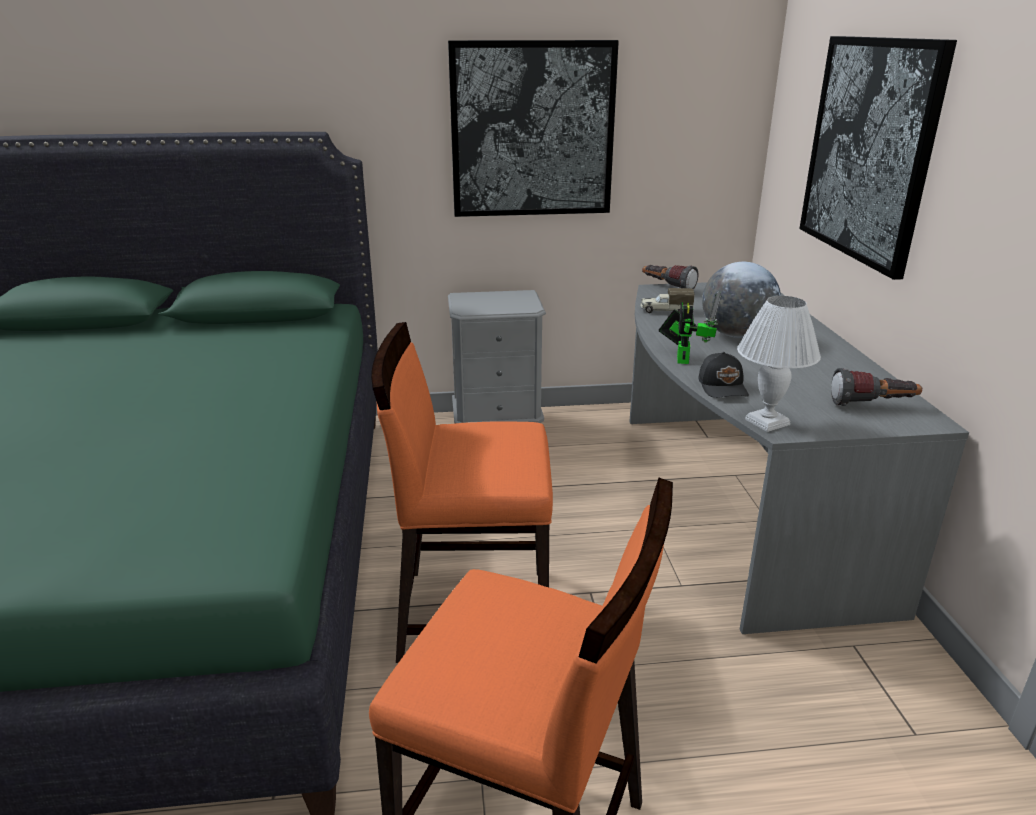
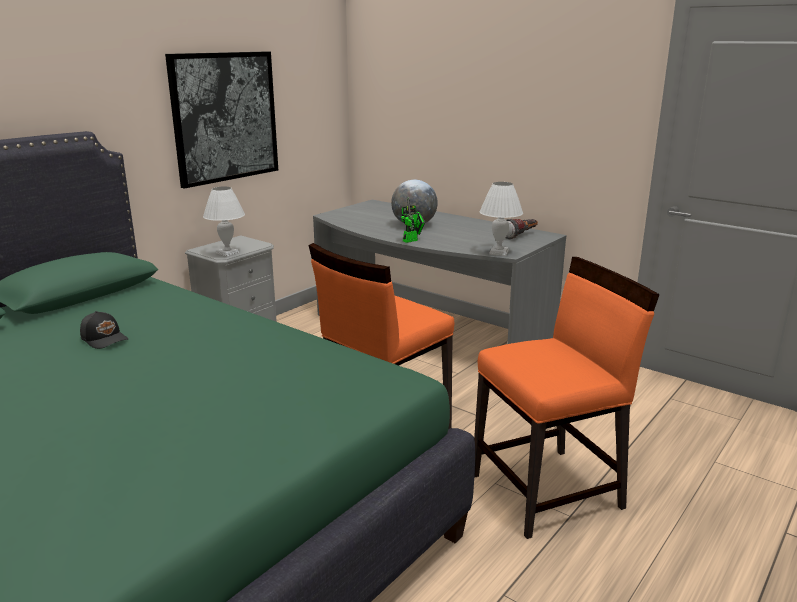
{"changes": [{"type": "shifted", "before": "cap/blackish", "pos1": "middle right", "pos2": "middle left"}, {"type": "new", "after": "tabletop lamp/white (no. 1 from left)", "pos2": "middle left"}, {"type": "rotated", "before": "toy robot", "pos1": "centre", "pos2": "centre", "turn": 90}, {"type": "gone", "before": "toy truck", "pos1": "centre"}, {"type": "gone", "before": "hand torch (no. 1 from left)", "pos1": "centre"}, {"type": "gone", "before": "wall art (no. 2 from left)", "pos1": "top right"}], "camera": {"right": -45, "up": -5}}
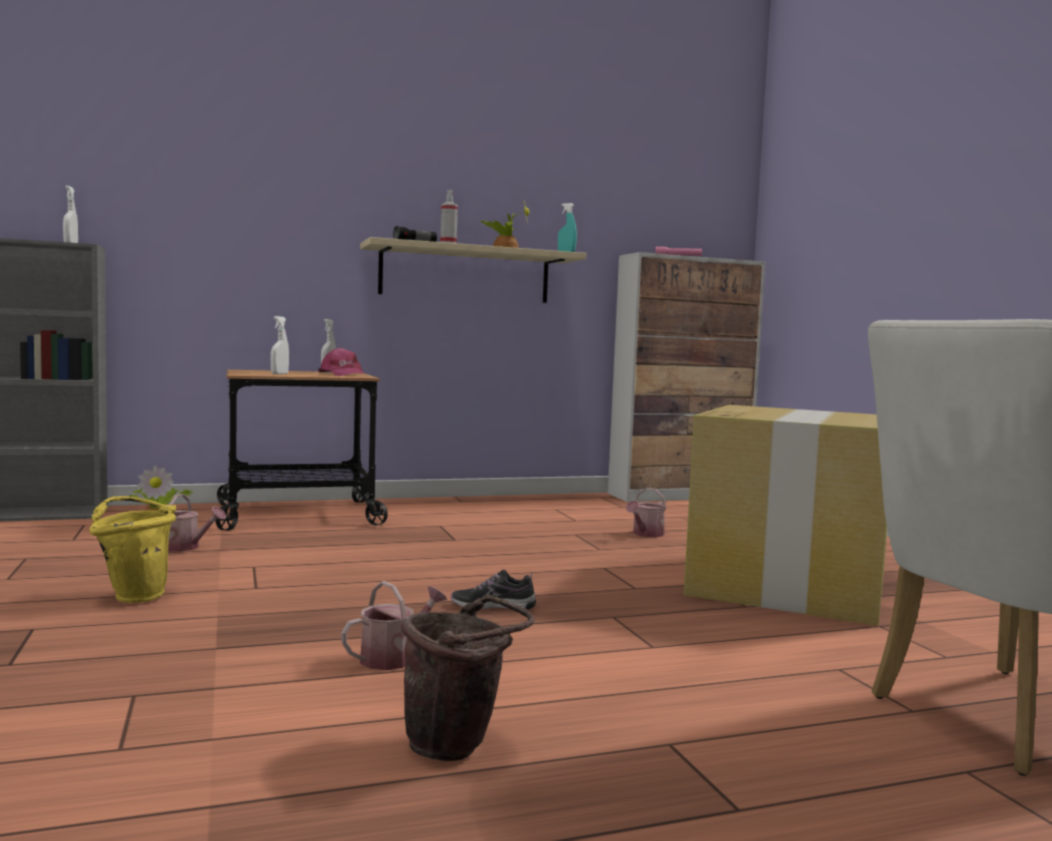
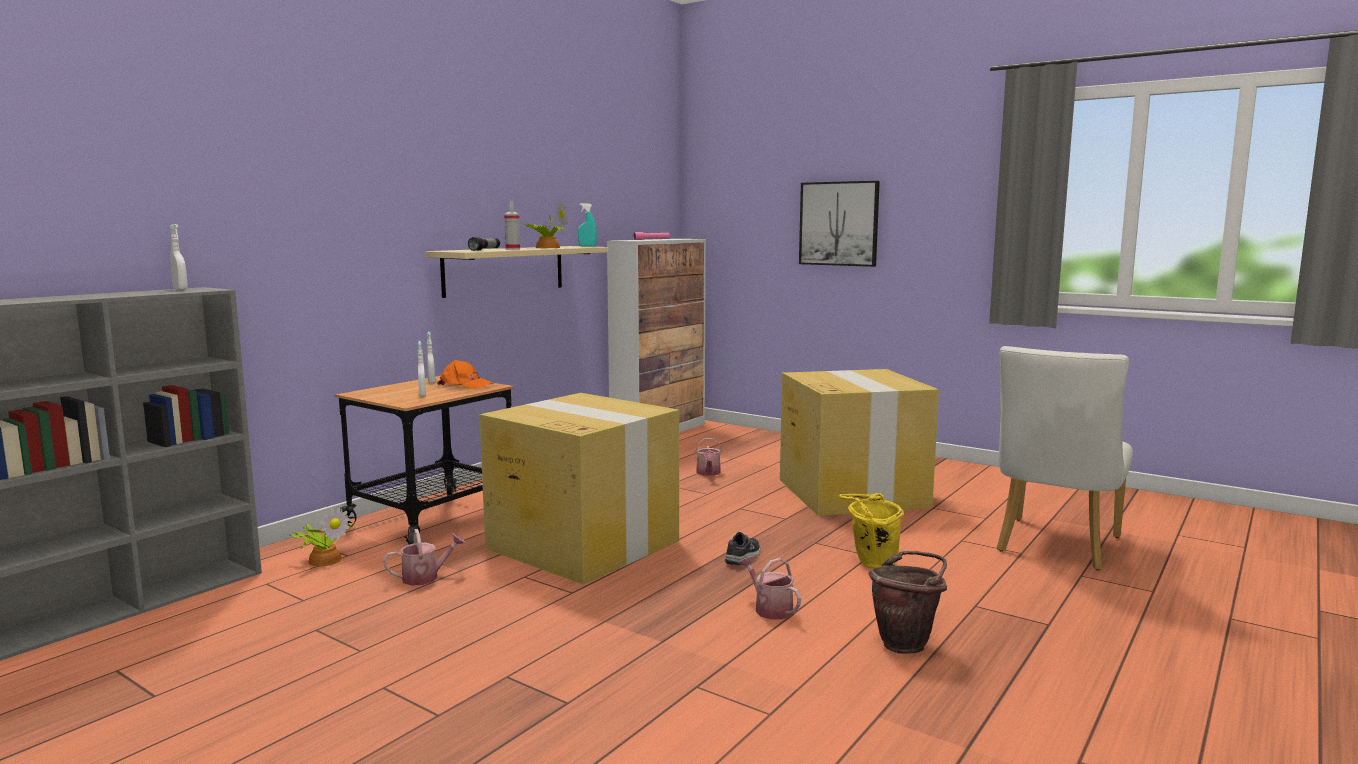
{"changes": [{"type": "repainted", "before": "cap/pinkish", "after": "cap/orange", "pos1": "middle left", "pos2": "centre"}, {"type": "new", "after": "packing box (no. 1 from left)", "pos2": "centre"}, {"type": "rotated", "before": "item of footwear", "pos1": "bottom centre", "pos2": "bottom centre", "turn": 150}, {"type": "rotated", "before": "watering can (no. 2 from left in the first image)", "pos1": "bottom centre", "pos2": "bottom centre", "turn": -45}, {"type": "new", "after": "wall art", "pos2": "top centre"}, {"type": "shifted", "before": "water bucket/yellow-coloured", "pos1": "middle left", "pos2": "bottom centre"}], "camera": {"right": -35, "up": 5}}
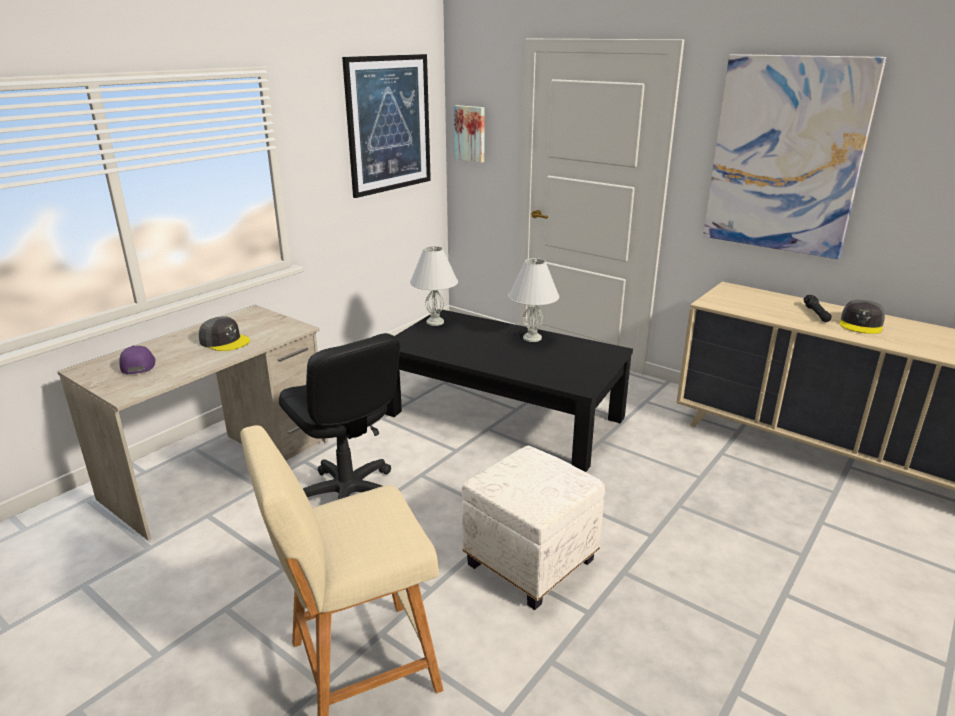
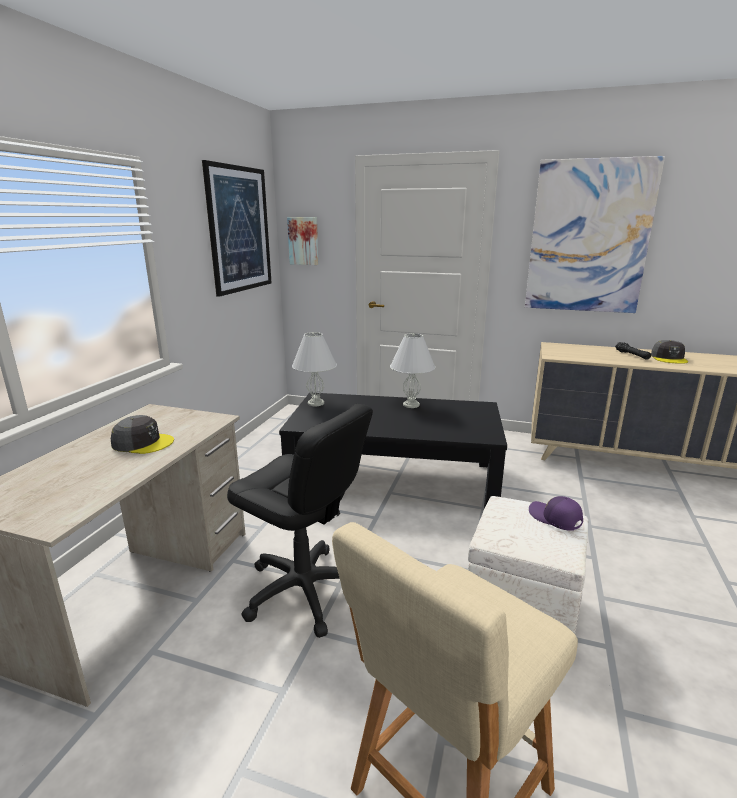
{"changes": [{"type": "shifted", "before": "cap/purple-coloured", "pos1": "middle left", "pos2": "middle right"}], "camera": {"right": -20, "up": -5}}
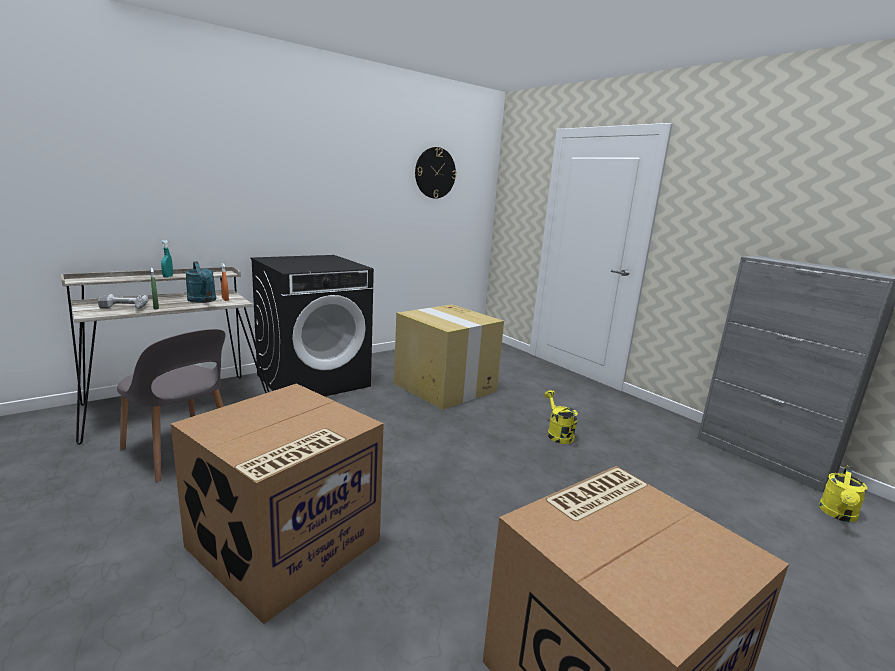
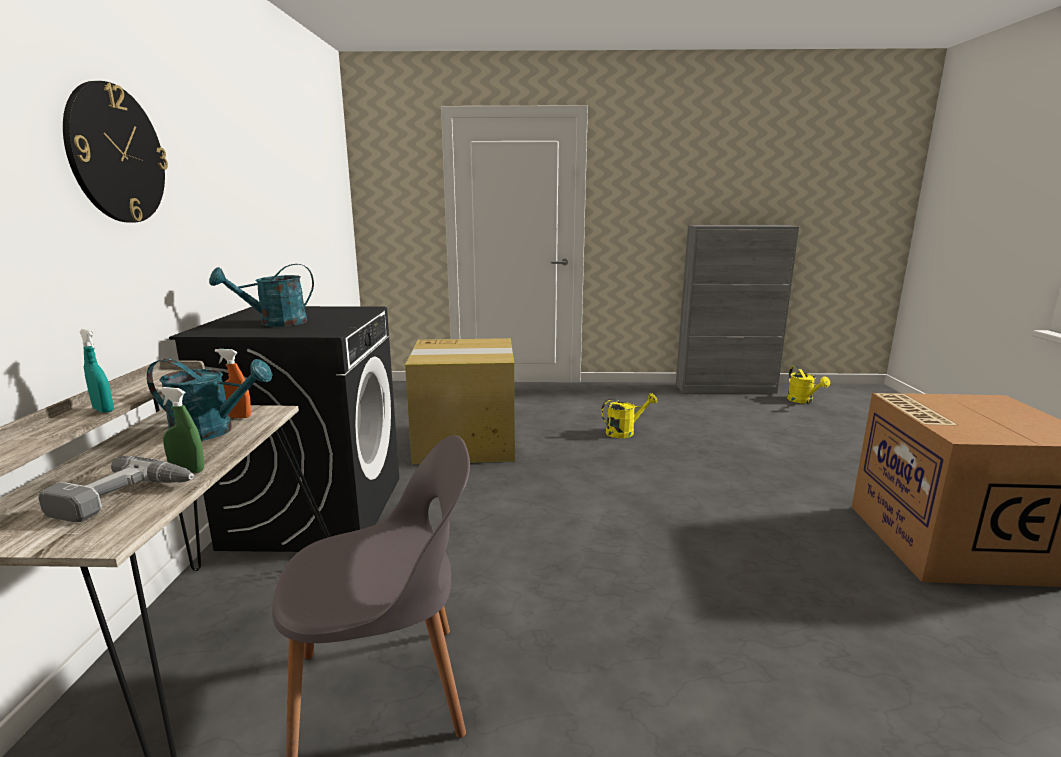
{"changes": [{"type": "shifted", "before": "hanging clock", "pos1": "top centre", "pos2": "top left"}, {"type": "new", "after": "watering can/blue-green (no. 2 from left)", "pos2": "middle left"}, {"type": "rotated", "before": "watering can/yellow-coloured (no. 1 from left)", "pos1": "centre", "pos2": "centre", "turn": 135}, {"type": "gone", "before": "packing box (no. 1 from left)", "pos1": "bottom left"}], "camera": {"right": -50, "up": 0}}
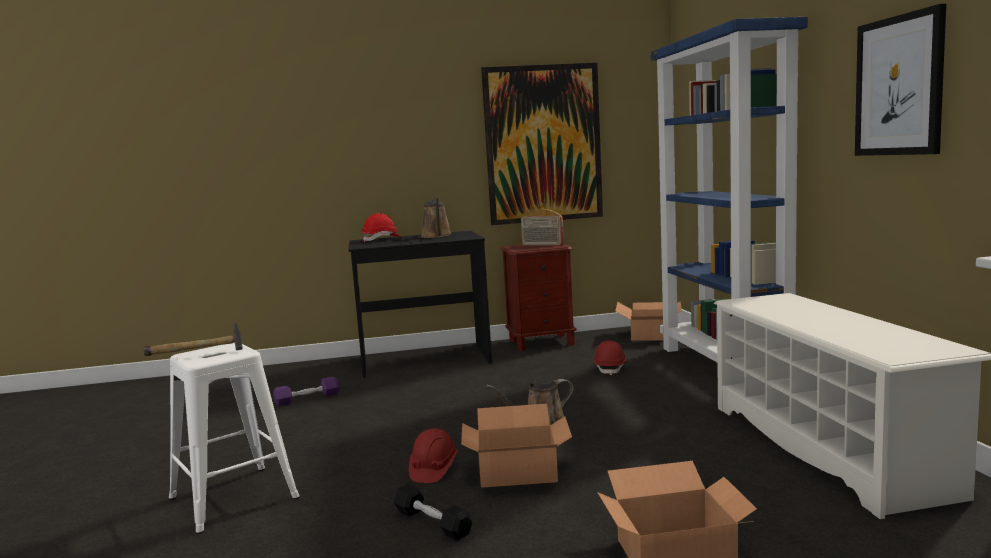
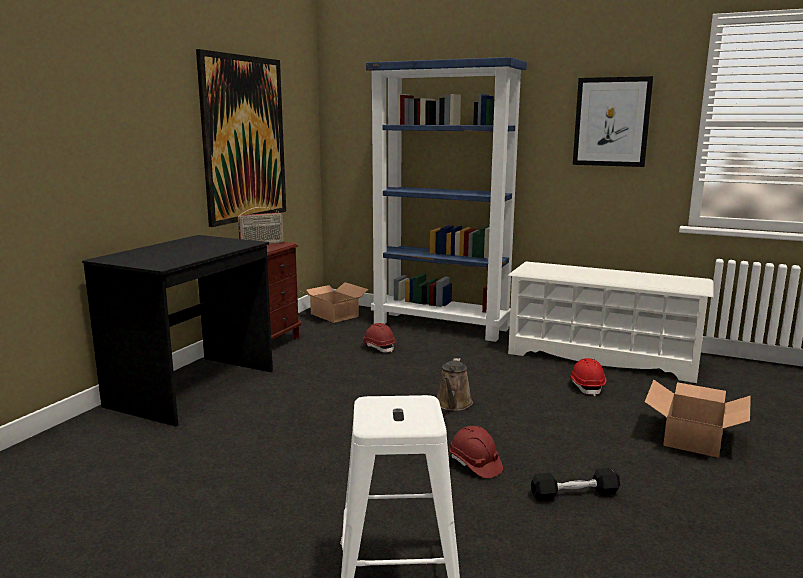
{"changes": [{"type": "shifted", "before": "safety helmet/red (no. 1 from left in the first image)", "after": "safety helmet/red (no. 3 from left)", "pos1": "centre", "pos2": "middle right"}, {"type": "gone", "before": "tool hammer", "pos1": "middle left"}, {"type": "gone", "before": "hand weight/purple-coloured", "pos1": "bottom left"}, {"type": "gone", "before": "watering can/brown-coloured (no. 1 from left)", "pos1": "centre"}, {"type": "gone", "before": "packing box (no. 1 from left)", "pos1": "bottom centre"}], "camera": {"right": -55, "up": 5}}
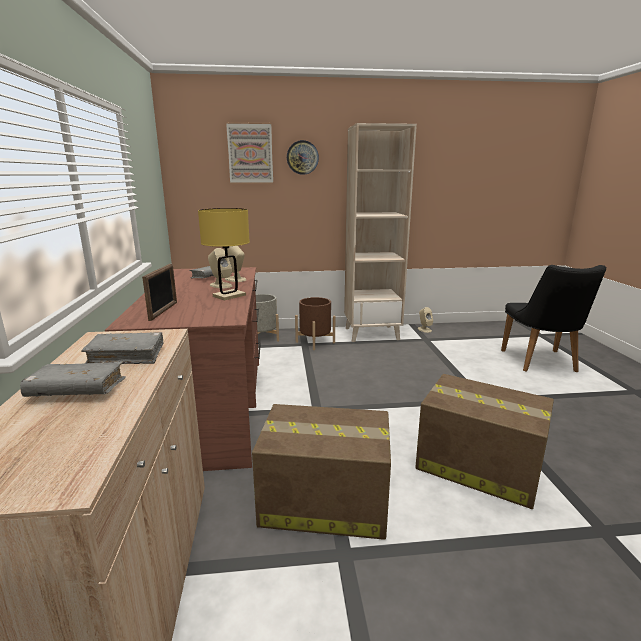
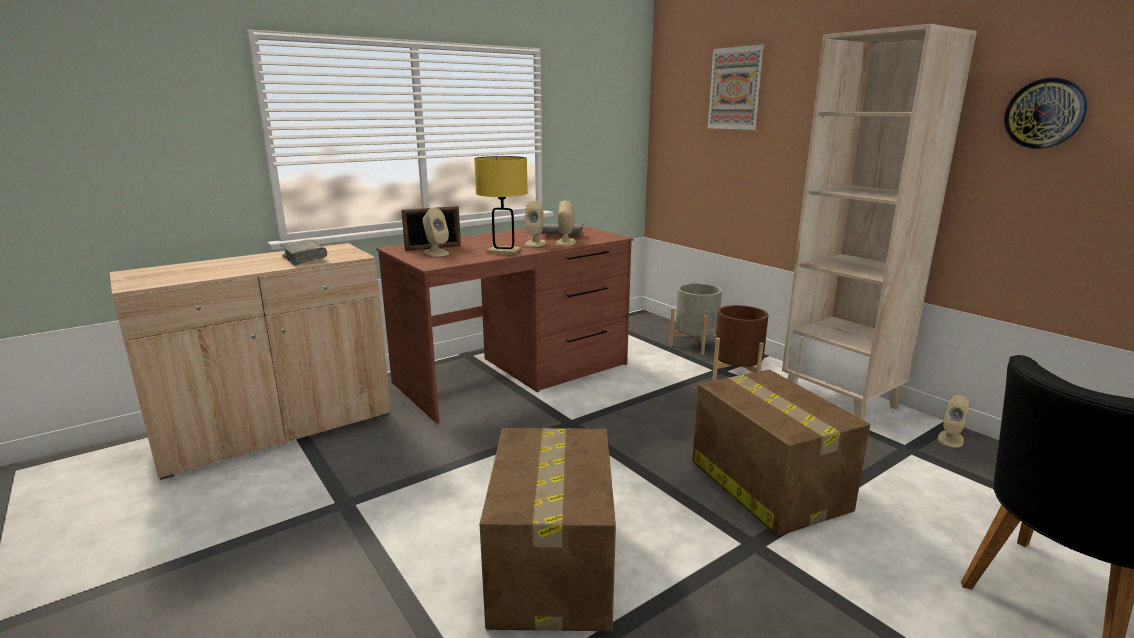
{"changes": [{"type": "new", "after": "loudspeaker/sand-coloured (no. 1 from left)", "pos2": "centre"}, {"type": "shifted", "before": "packing box (no. 1 from left in the first image)", "after": "packing box (no. 2 from left)", "pos1": "bottom centre", "pos2": "bottom right"}, {"type": "shifted", "before": "hanging clock", "pos1": "top centre", "pos2": "top right"}, {"type": "gone", "before": "book/greyish (no. 1 from left)", "pos1": "middle left"}], "camera": {"right": 60, "up": 0}}
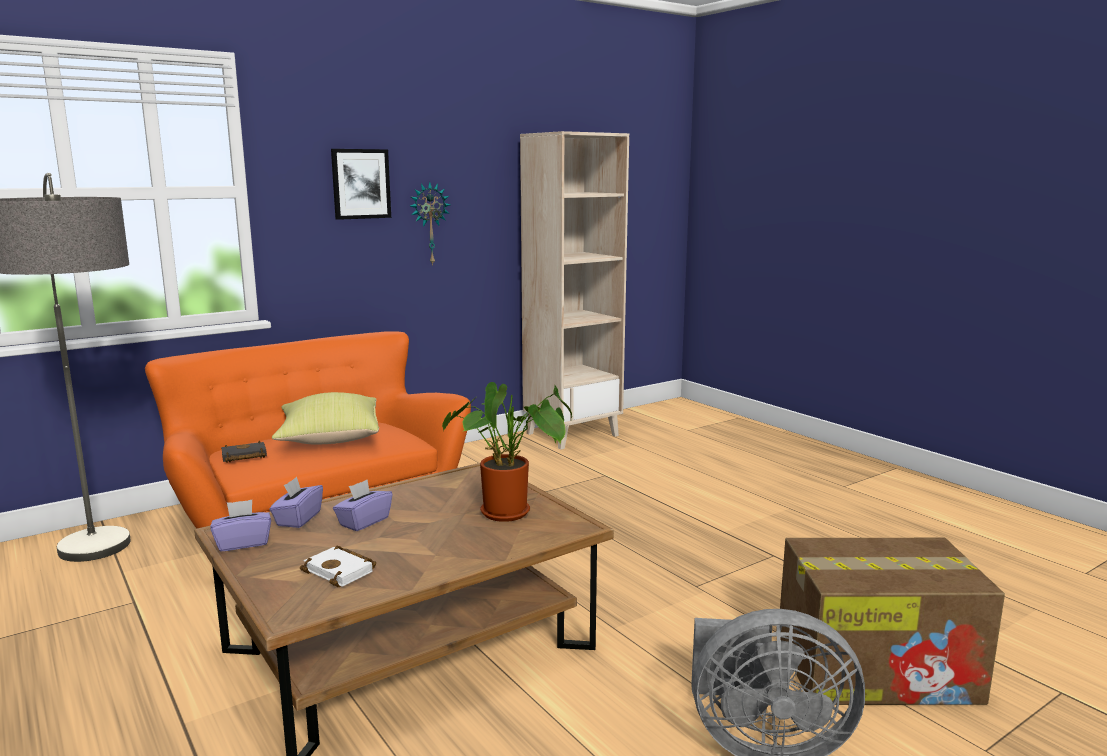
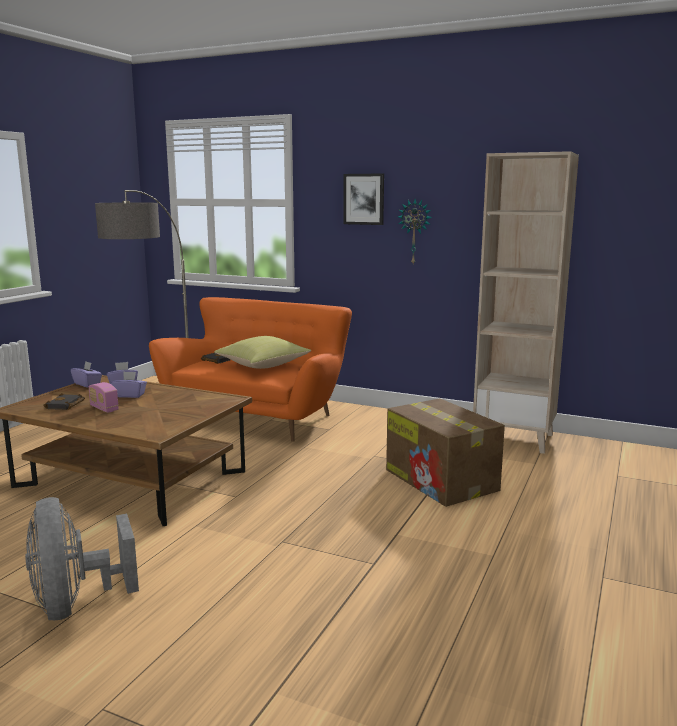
{"changes": [{"type": "repainted", "before": "book/white", "after": "book/blackish (no. 1 from left)", "pos1": "bottom left", "pos2": "middle left"}, {"type": "new", "after": "radio", "pos2": "middle left"}, {"type": "shifted", "before": "packing box", "pos1": "bottom right", "pos2": "centre"}, {"type": "gone", "before": "plant in a pot", "pos1": "centre"}], "camera": {"right": 60, "up": 0}}
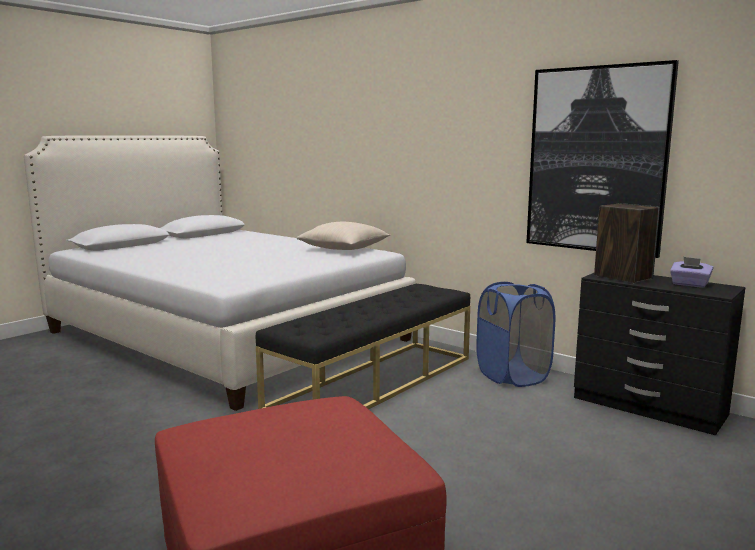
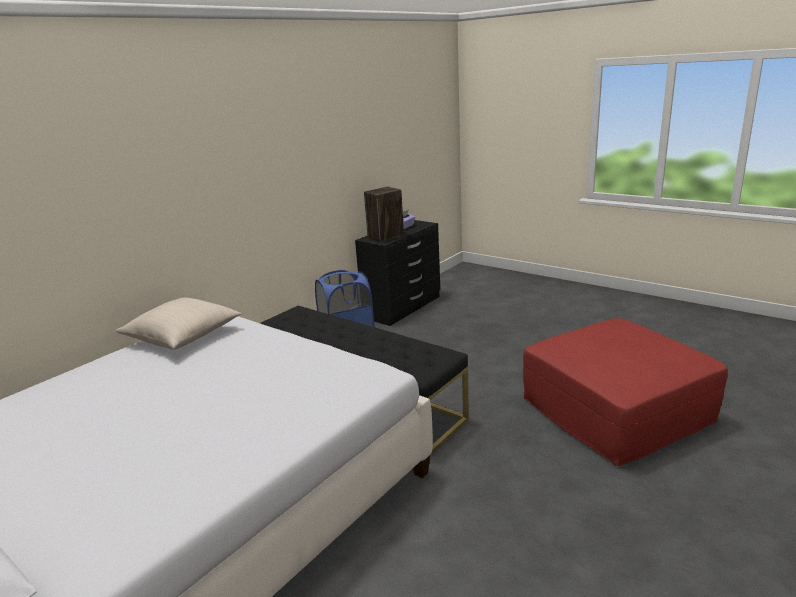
{"changes": [{"type": "gone", "before": "wall art", "pos1": "top right"}], "camera": {"right": -90, "up": 10}}
